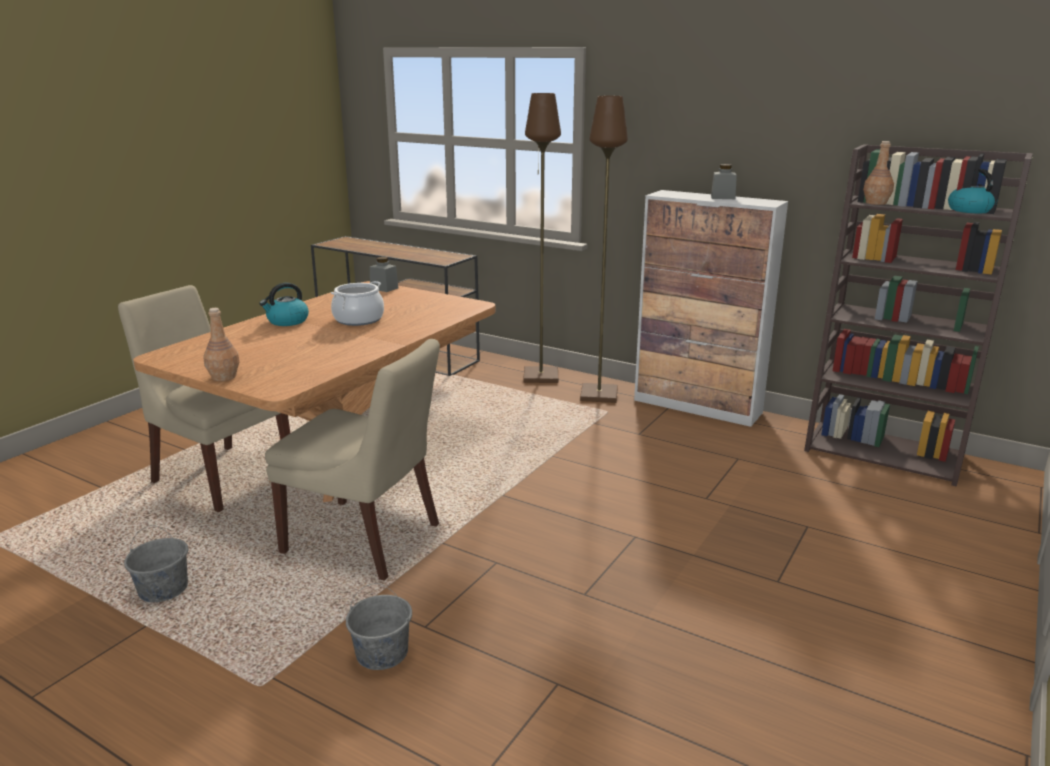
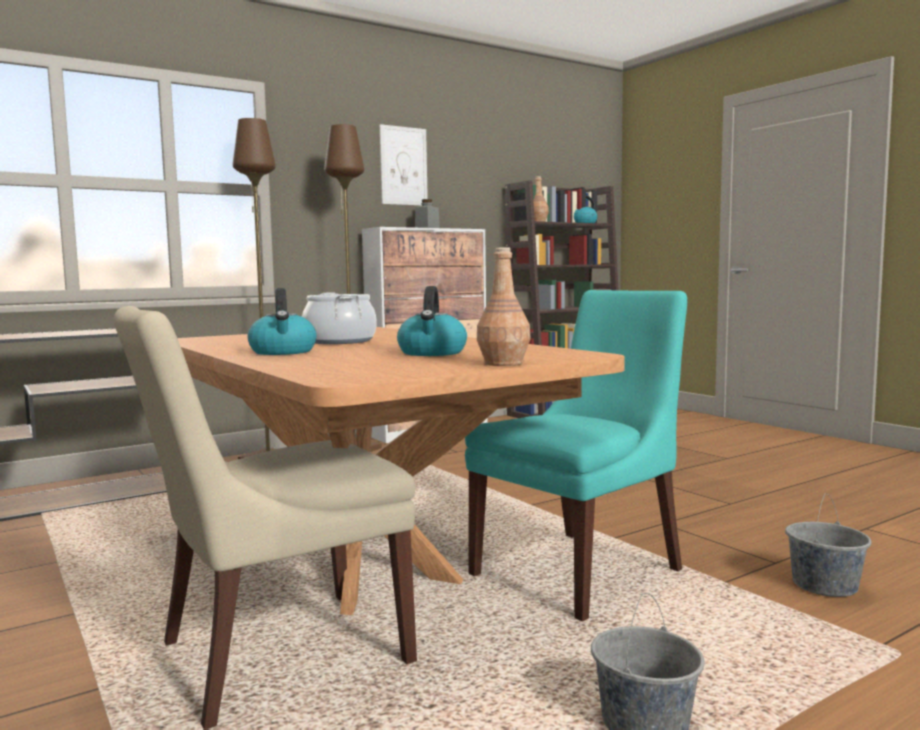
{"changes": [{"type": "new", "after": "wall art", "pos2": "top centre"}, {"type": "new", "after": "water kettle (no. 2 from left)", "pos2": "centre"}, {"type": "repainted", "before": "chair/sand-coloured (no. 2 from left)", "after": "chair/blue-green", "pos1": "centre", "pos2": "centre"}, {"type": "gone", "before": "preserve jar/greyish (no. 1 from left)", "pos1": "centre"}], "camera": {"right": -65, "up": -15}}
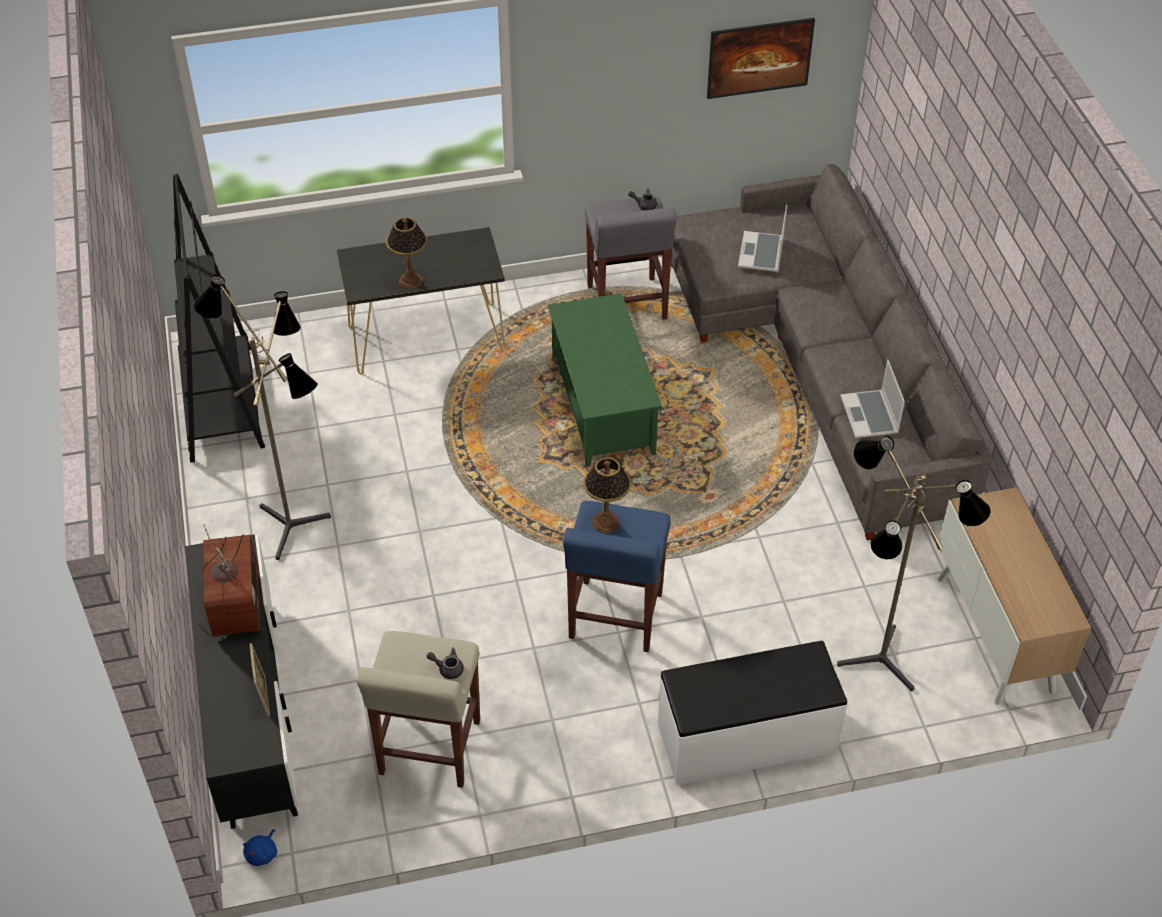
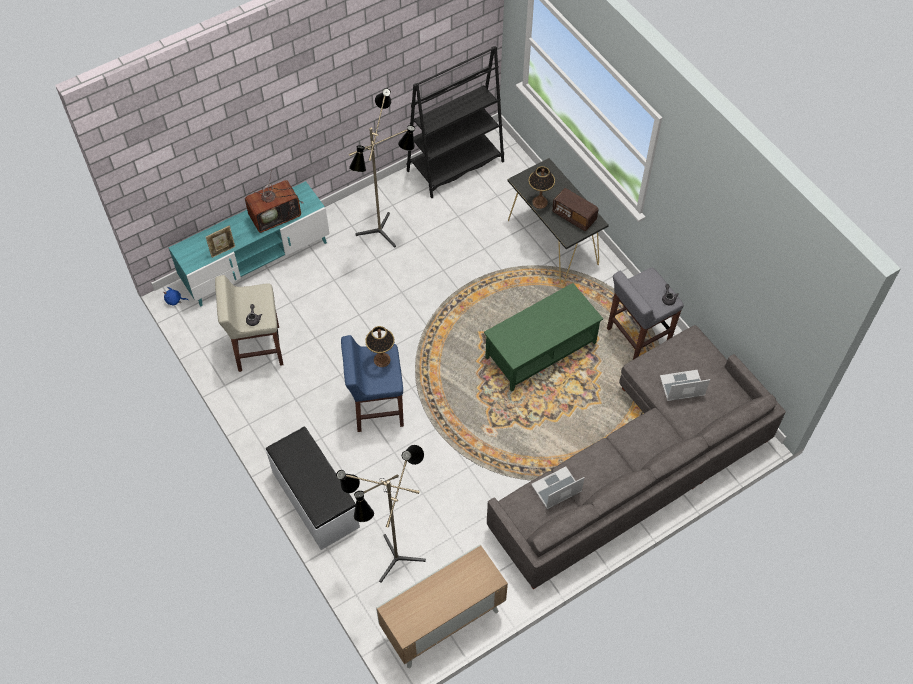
{"changes": [{"type": "repainted", "before": "tv unit/blackish", "after": "tv unit/blue-green", "pos1": "bottom left", "pos2": "middle left"}, {"type": "new", "after": "radio", "pos2": "top centre"}, {"type": "gone", "before": "wall art", "pos1": "top centre"}], "camera": {"right": 70, "up": 10}}
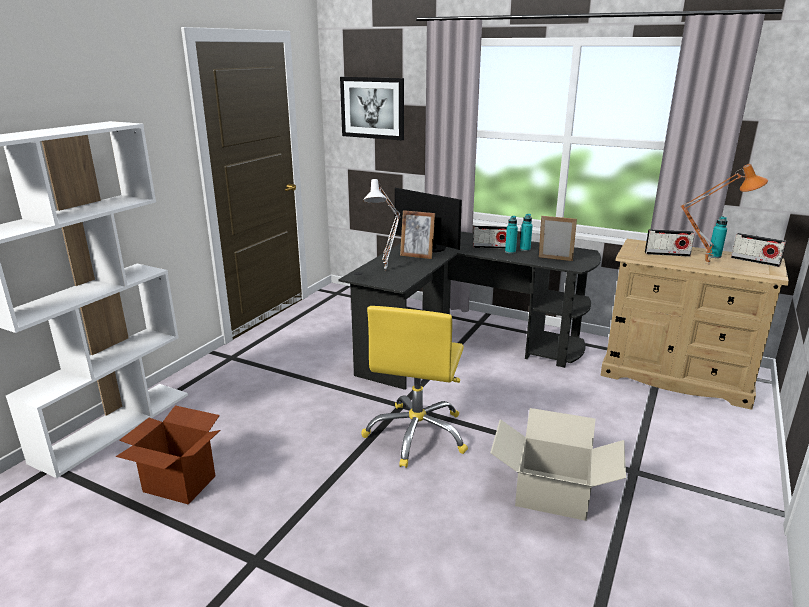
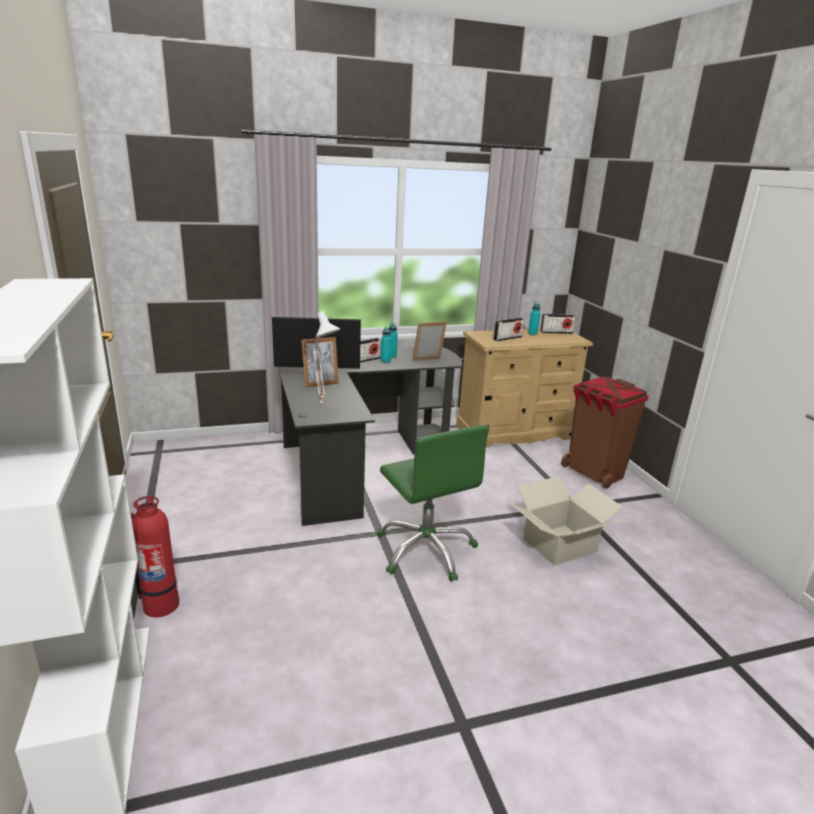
{"changes": [{"type": "new", "after": "fire extinguisher", "pos2": "bottom left"}, {"type": "repainted", "before": "desk chair/yellow-coloured", "after": "desk chair/green-coloured", "pos1": "centre", "pos2": "centre"}, {"type": "new", "after": "rubbish bin/brown-coloured", "pos2": "middle right"}, {"type": "gone", "before": "packing box (no. 1 from left)", "pos1": "bottom left"}, {"type": "gone", "before": "wall art", "pos1": "top centre"}, {"type": "gone", "before": "tabletop lamp/orange", "pos1": "middle right"}], "camera": {"right": -45, "up": 0}}
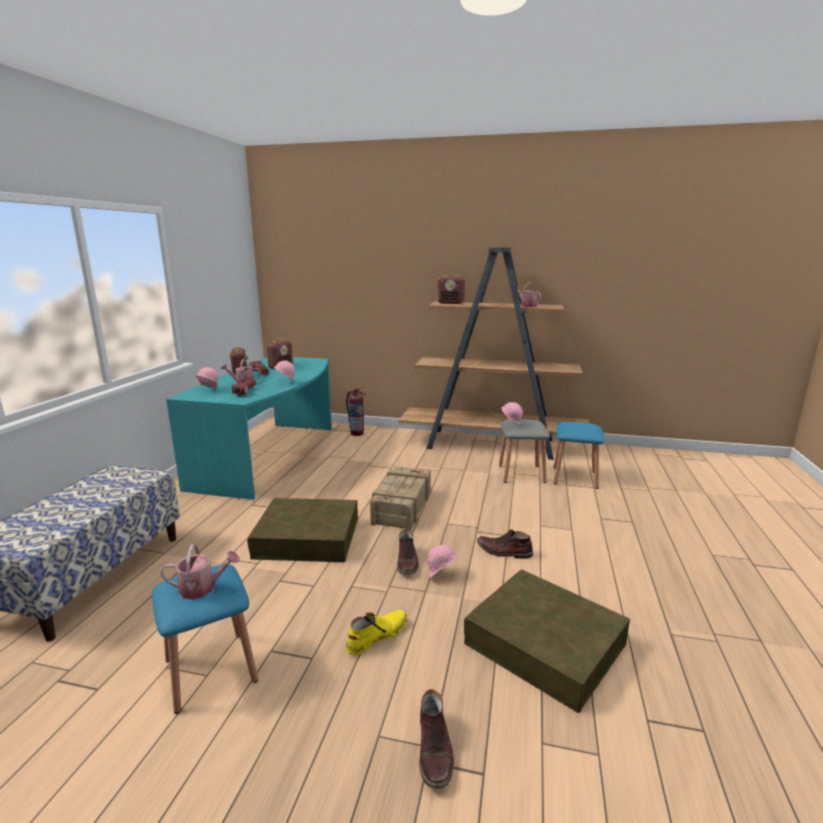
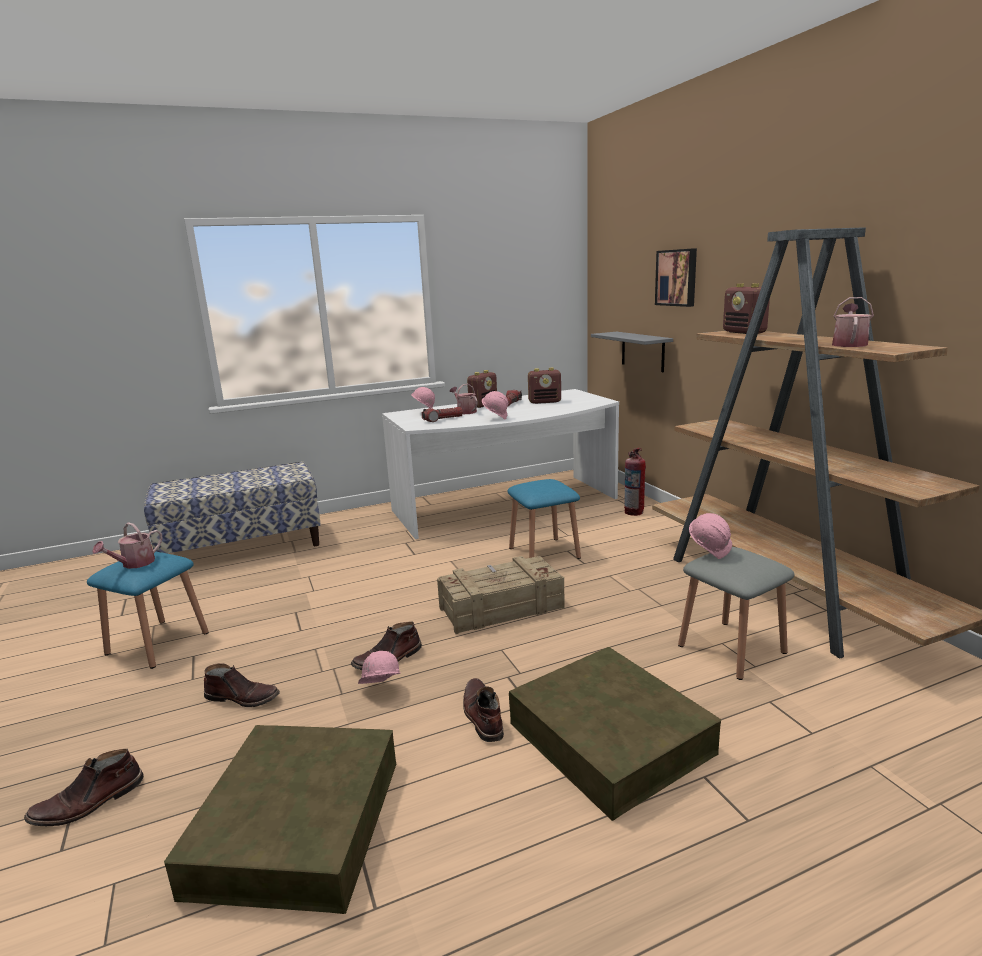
{"changes": [{"type": "rotated", "before": "watering can (no. 1 from left)", "pos1": "bottom left", "pos2": "middle left", "turn": 75}, {"type": "repainted", "before": "high-top boot/yellow-coloured", "after": "high-top boot/brown-coloured (no. 2 from left)", "pos1": "bottom centre", "pos2": "bottom left"}, {"type": "repainted", "before": "desk/blue-green", "after": "desk/white", "pos1": "middle left", "pos2": "centre"}, {"type": "shifted", "before": "stool/bluish (no. 2 from left)", "pos1": "middle right", "pos2": "centre"}, {"type": "shifted", "before": "storage container/brown-coloured (no. 1 from left in the first image)", "after": "storage container/brown-coloured (no. 2 from left)", "pos1": "centre", "pos2": "bottom centre"}, {"type": "new", "after": "wall shelf/greyish", "pos2": "centre"}, {"type": "new", "after": "wall art", "pos2": "top right"}], "camera": {"right": 55, "up": 0}}
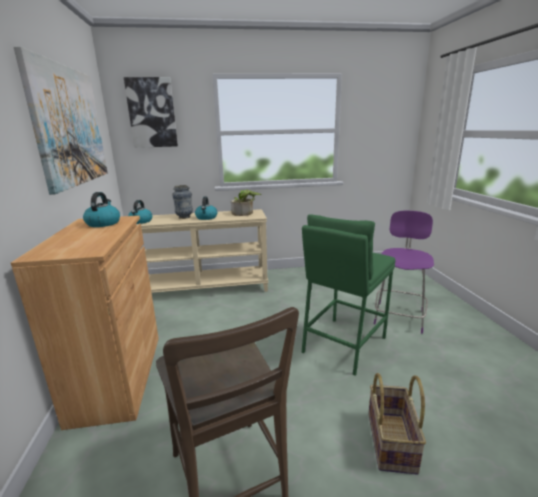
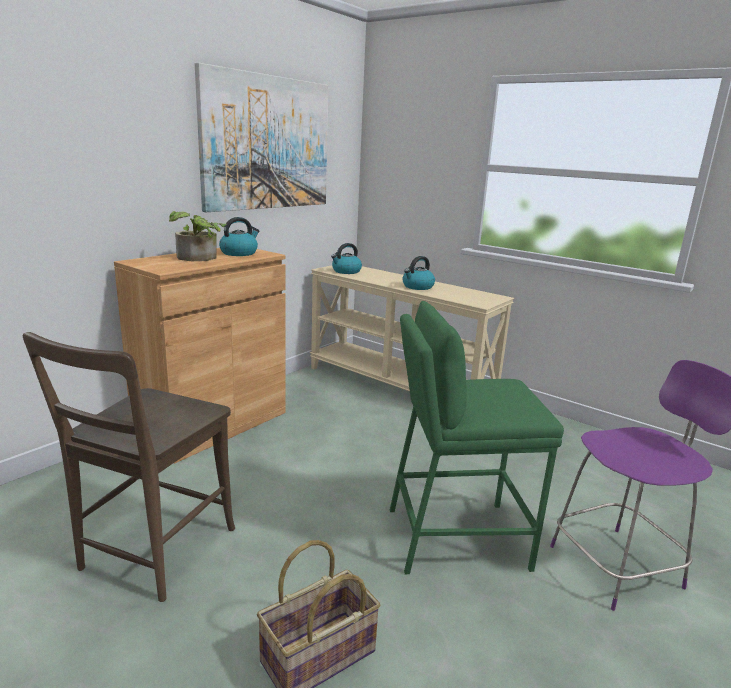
{"changes": [{"type": "shifted", "before": "plant in a pot", "pos1": "centre", "pos2": "middle left"}, {"type": "gone", "before": "wall art (no. 2 from left)", "pos1": "top left"}, {"type": "gone", "before": "decorative vase", "pos1": "centre"}], "camera": {"right": 45, "up": 0}}
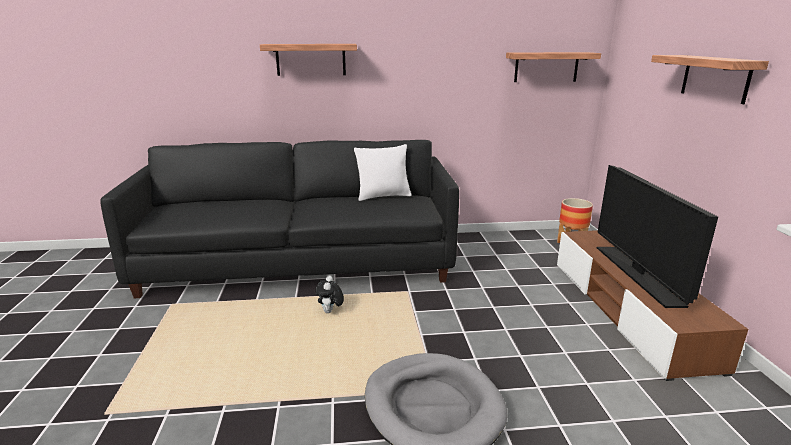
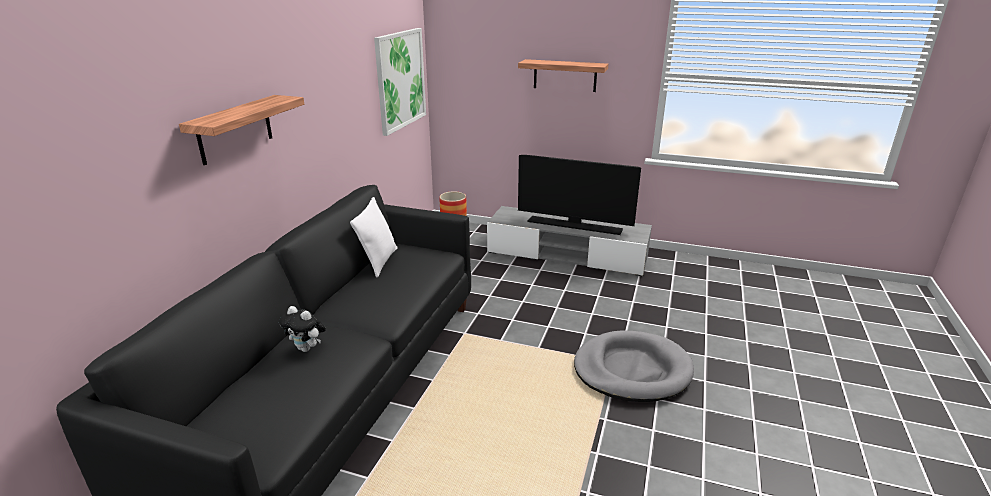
{"changes": [{"type": "shifted", "before": "plush toy", "pos1": "centre", "pos2": "middle left"}, {"type": "swapped", "before": "wall shelf (no. 2 from left)", "after": "wall art", "pos1": "top right", "pos2": "top centre"}, {"type": "repainted", "before": "tv unit/brown-coloured", "after": "tv unit/greyish", "pos1": "bottom right", "pos2": "centre"}], "camera": {"right": -65, "up": 5}}
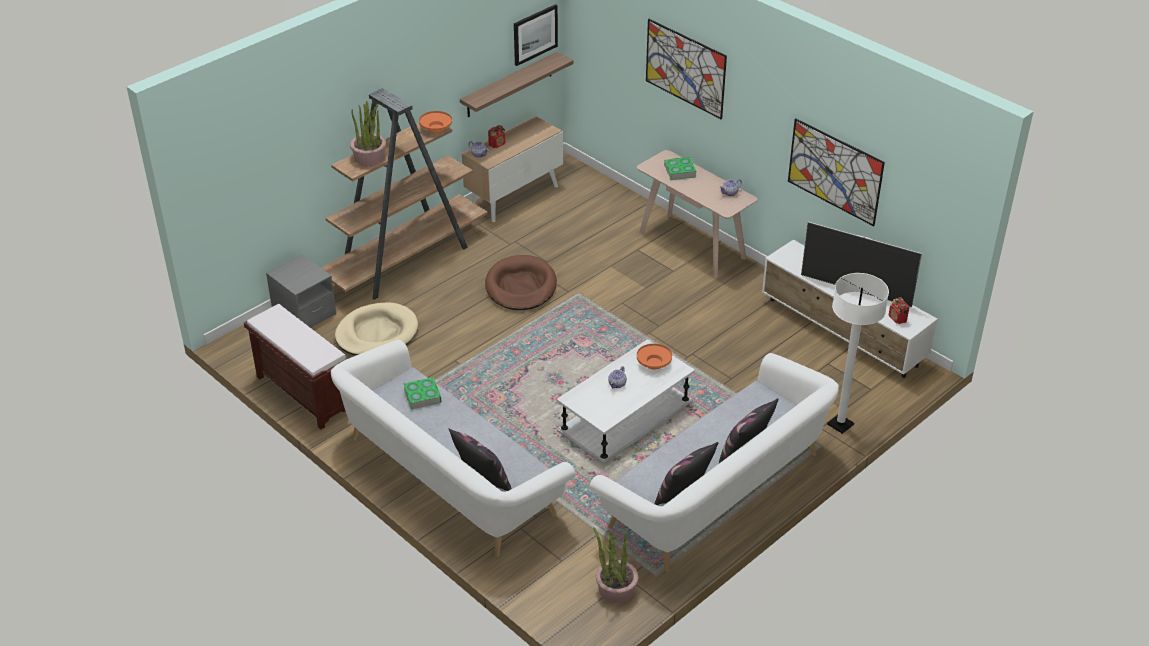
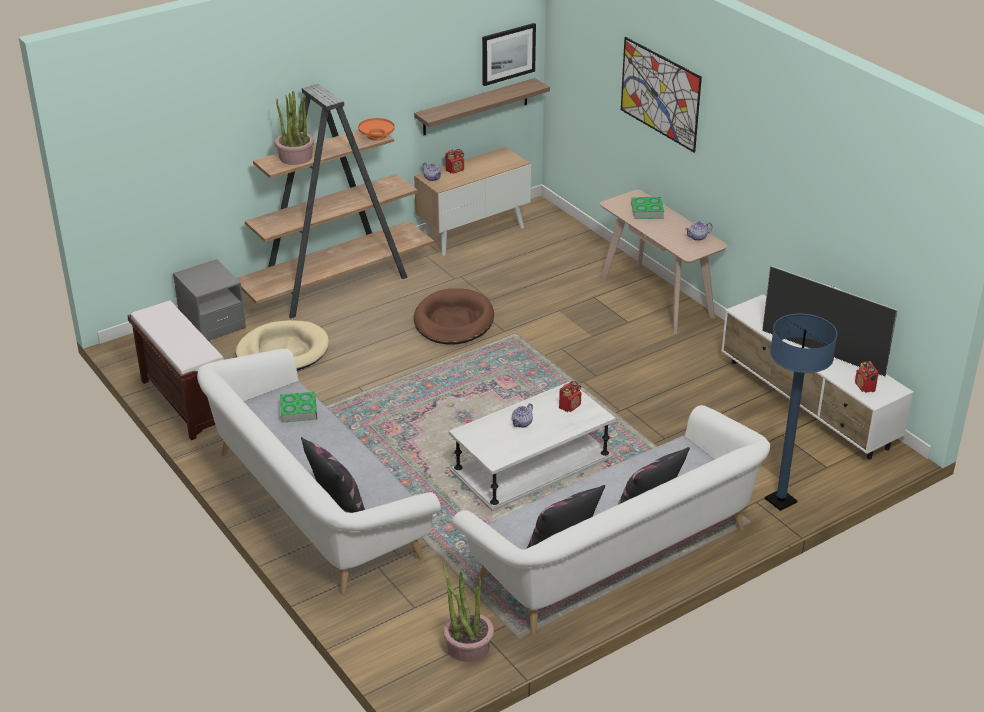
{"changes": [{"type": "swapped", "before": "serving bowl/orange (no. 2 from left)", "after": "radio (no. 2 from left)", "pos1": "centre", "pos2": "centre"}, {"type": "repainted", "before": "standard lamp/white", "after": "standard lamp/bluish", "pos1": "middle right", "pos2": "middle right"}, {"type": "gone", "before": "wall art (no. 3 from left)", "pos1": "top right"}], "camera": {"right": 10, "up": -5}}
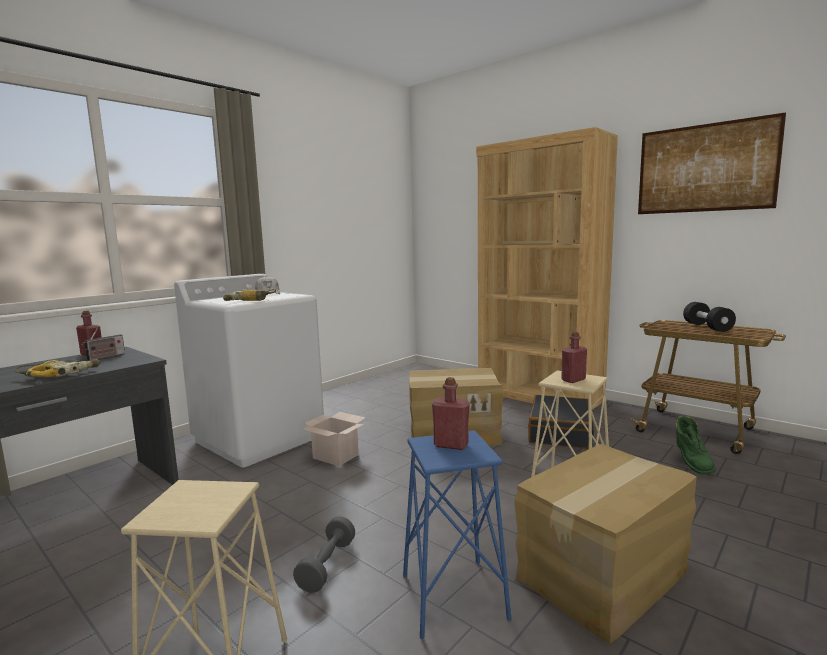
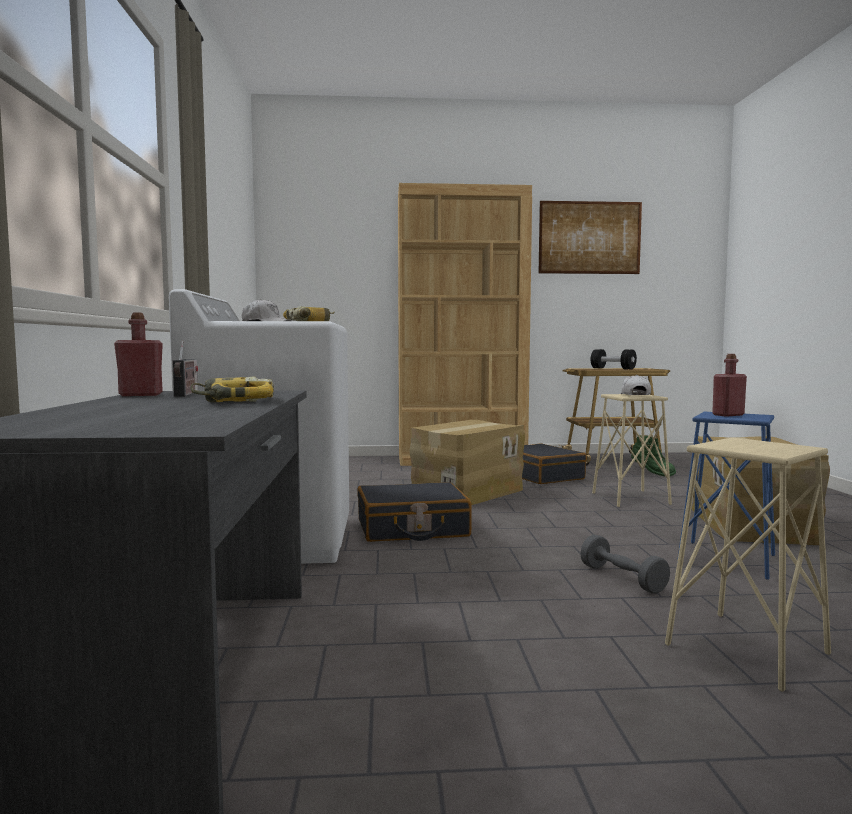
{"changes": [{"type": "swapped", "before": "packing box (no. 1 from left)", "after": "piece of luggage/blackish (no. 1 from left)", "pos1": "bottom centre", "pos2": "centre"}, {"type": "swapped", "before": "drink bottle/red (no. 3 from left)", "after": "cap/white (no. 2 from left)", "pos1": "middle right", "pos2": "middle right"}], "camera": {"right": -45, "up": -5}}
